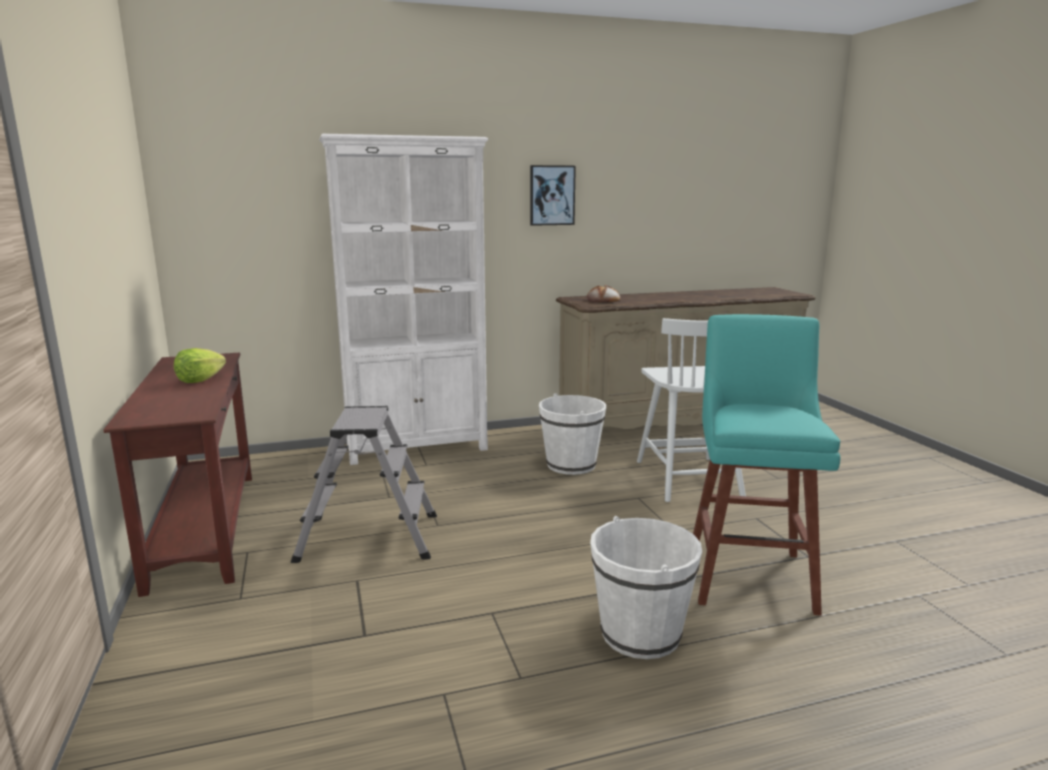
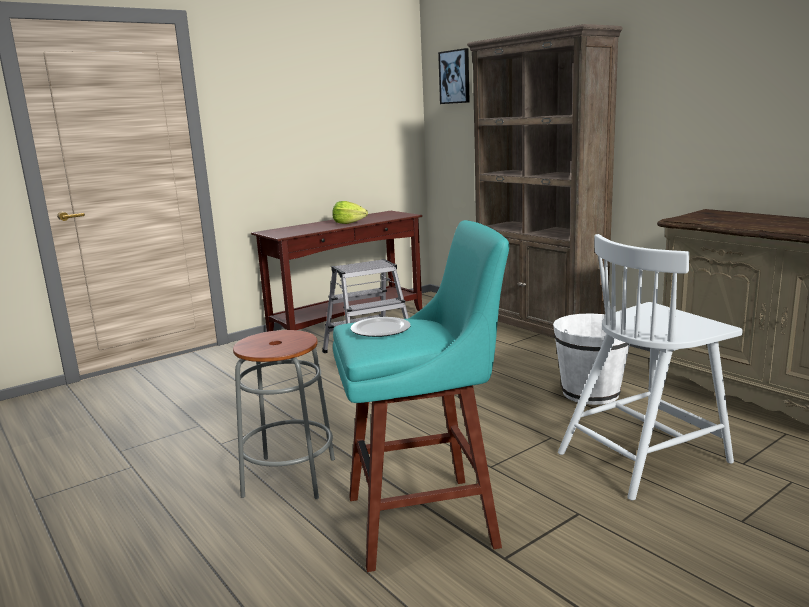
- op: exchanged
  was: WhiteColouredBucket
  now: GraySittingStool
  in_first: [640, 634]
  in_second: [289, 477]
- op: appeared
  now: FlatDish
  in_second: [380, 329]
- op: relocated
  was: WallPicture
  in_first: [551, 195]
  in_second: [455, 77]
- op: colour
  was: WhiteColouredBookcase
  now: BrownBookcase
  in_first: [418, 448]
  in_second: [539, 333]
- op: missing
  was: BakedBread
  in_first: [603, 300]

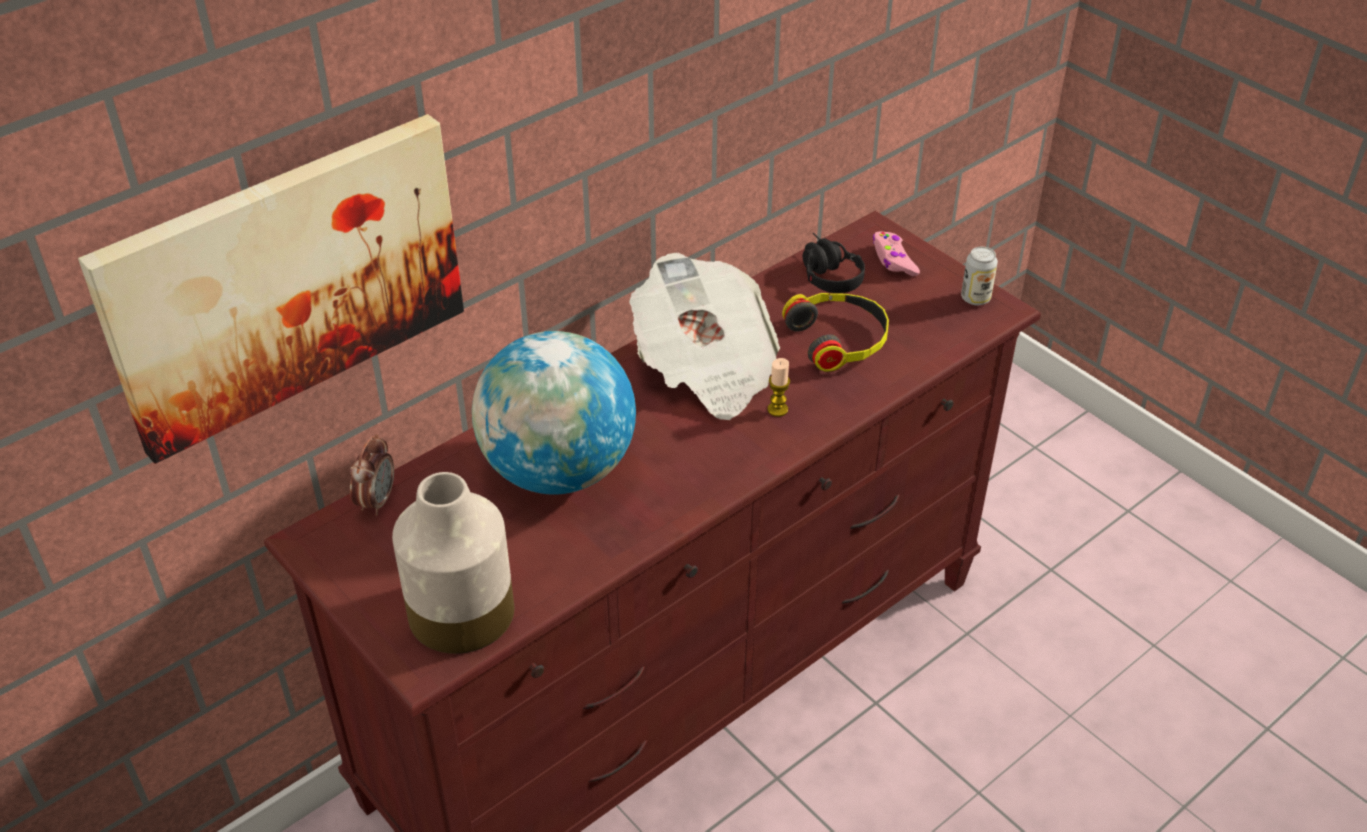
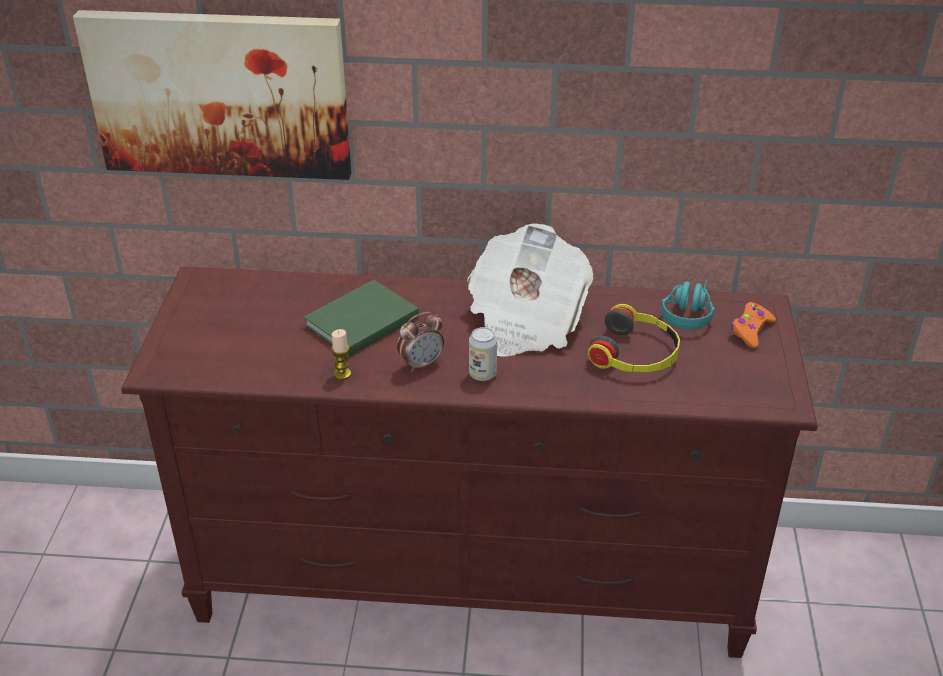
- op: exchanged
  was: Globe
  now: GreenishBoundBook
  in_first: [558, 470]
  in_second: [358, 322]
- op: relocated
  was: Candle
  in_first: [777, 409]
  in_second: [342, 374]
- op: relocated
  was: AlarmClock
  in_first: [376, 501]
  in_second: [421, 364]
- op: relocated
  was: SealedCan
  in_first: [975, 298]
  in_second: [482, 374]
- op: colour
  was: BlackHeadset
  now: TurquoiseHeadset
  in_first: [825, 273]
  in_second: [688, 311]
- op: colour
  was: PinkGameController
  now: OrangeGameController
  in_first: [893, 260]
  in_second: [750, 330]
- op: missing
  was: BeigeColouredDecorativeVase
  in_first: [461, 612]

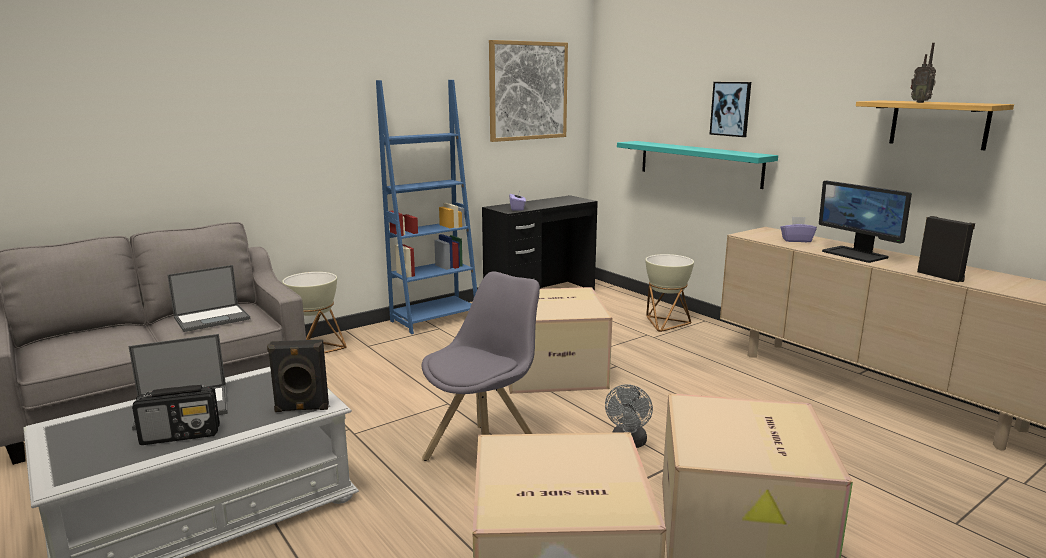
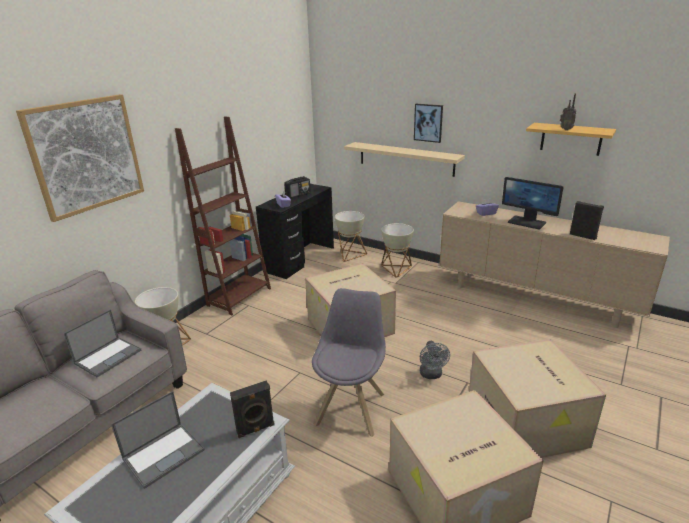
- op: relocated
  was: WallPicture
  in_first: [528, 91]
  in_second: [86, 155]
- op: colour
  was: BluishBookcase
  now: BrownBookcase
  in_first: [435, 319]
  in_second: [239, 297]
- op: relocated
  was: Radio
  in_first: [181, 435]
  in_second: [298, 195]
- op: appeared
  now: Planter
  in_second: [350, 255]
- op: colour
  was: TurquoiseBracketShelf
  now: BeigeColouredBracketShelf
  in_first: [699, 163]
  in_second: [406, 159]

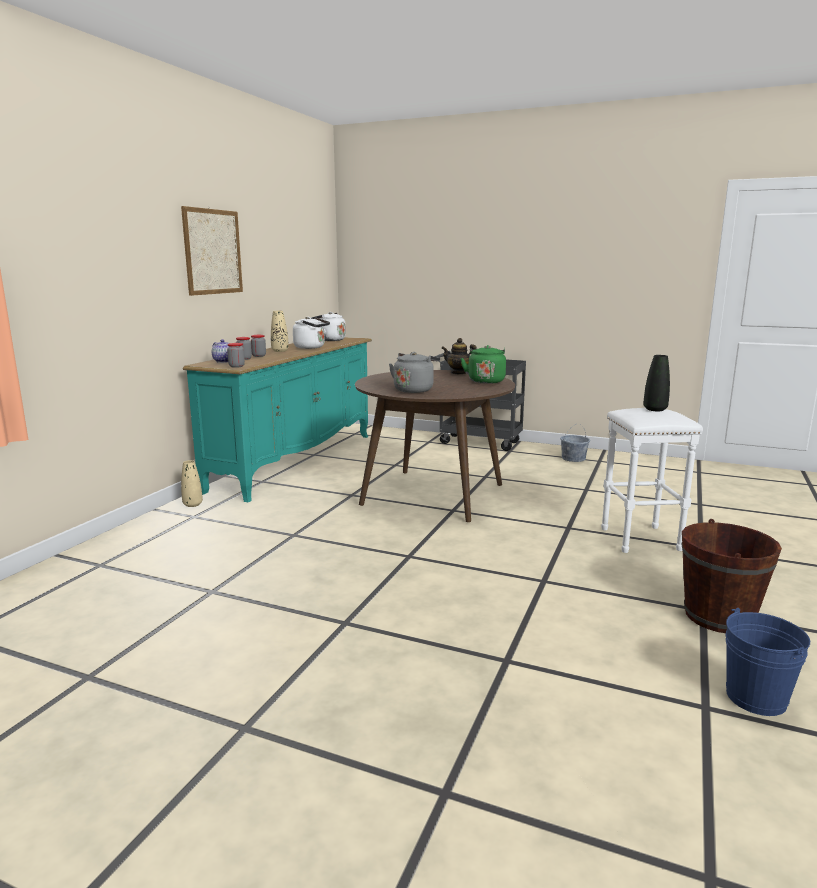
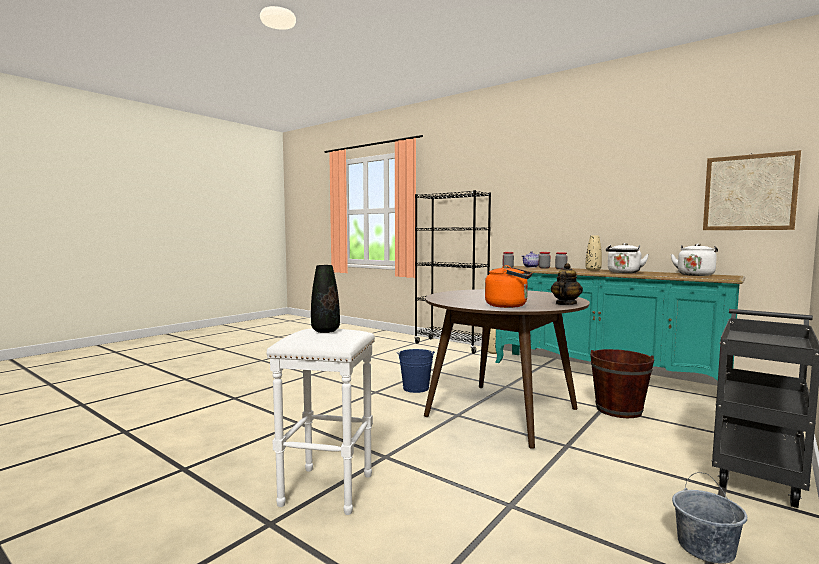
- op: relocated
  was: BluishBucket
  in_first: [755, 697]
  in_second: [416, 388]
- op: appeared
  now: BlackBookcase
  in_second: [451, 346]
- op: colour
  was: GreenishKettle
  now: OrangeKettle
  in_first: [485, 381]
  in_second: [509, 306]
- op: relocated
  was: BrownBucket
  in_first: [719, 616]
  in_second: [618, 410]
- op: relocated
  was: WallPicture
  in_first: [212, 250]
  in_second: [749, 191]
- op: missing
  was: GrayKettle
  in_first: [414, 390]

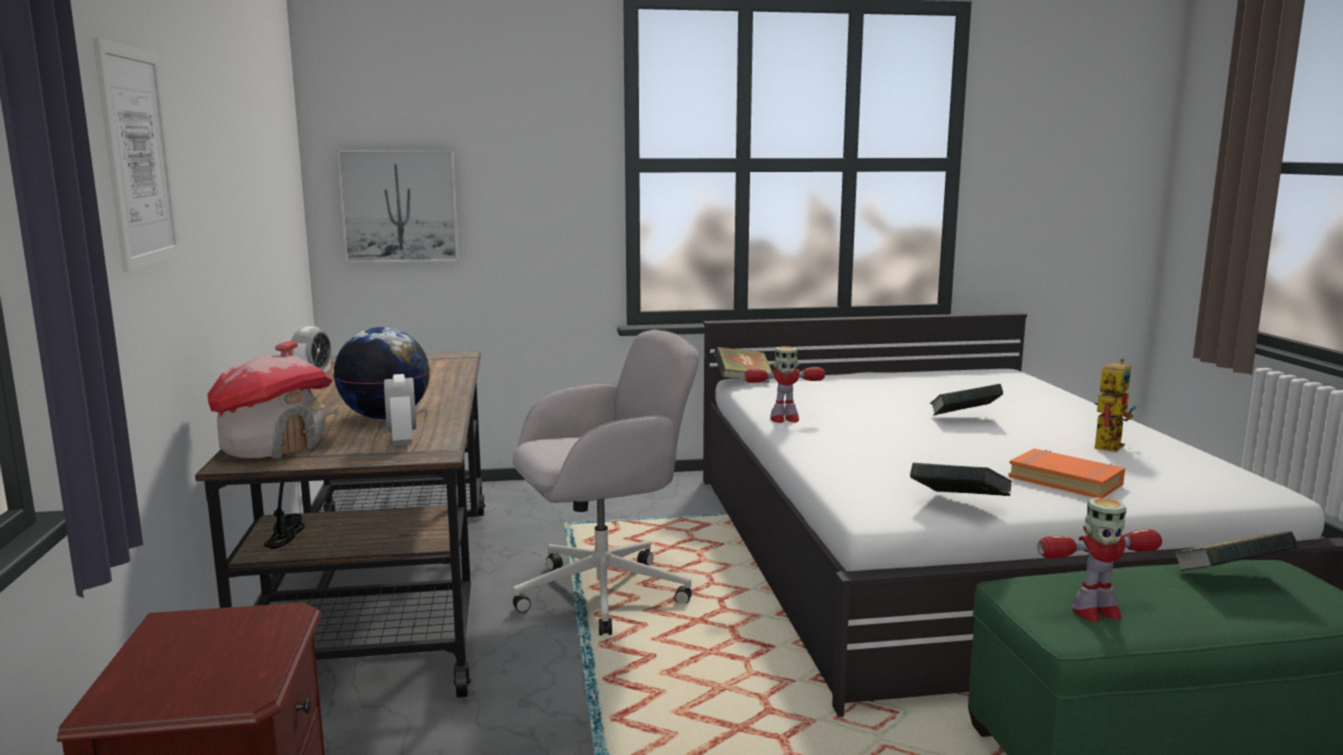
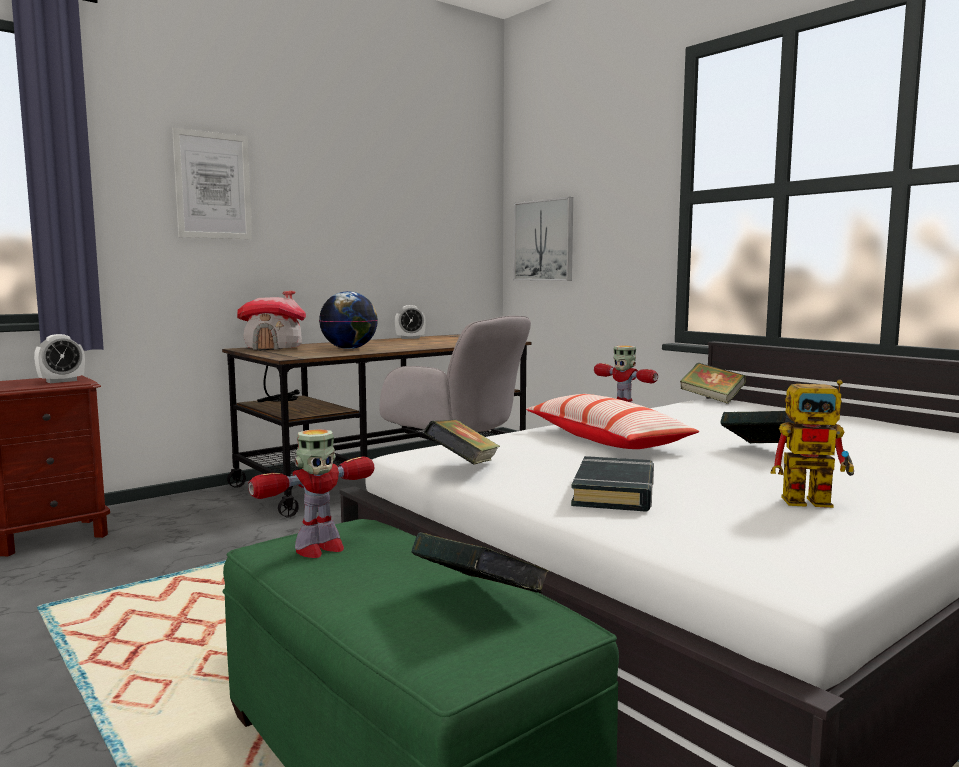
- op: relocated
  was: AlarmClock
  in_first: [402, 440]
  in_second: [61, 381]
- op: spun
  was: RobotFigure
  in_first: [1095, 612]
  in_second: [318, 549]
  clockwise: -90
- op: appeared
  now: Pillow
  in_second: [606, 439]
- op: colour
  was: OrangeBoundBook
  now: BlackBoundBook
  in_first: [1065, 480]
  in_second: [614, 492]

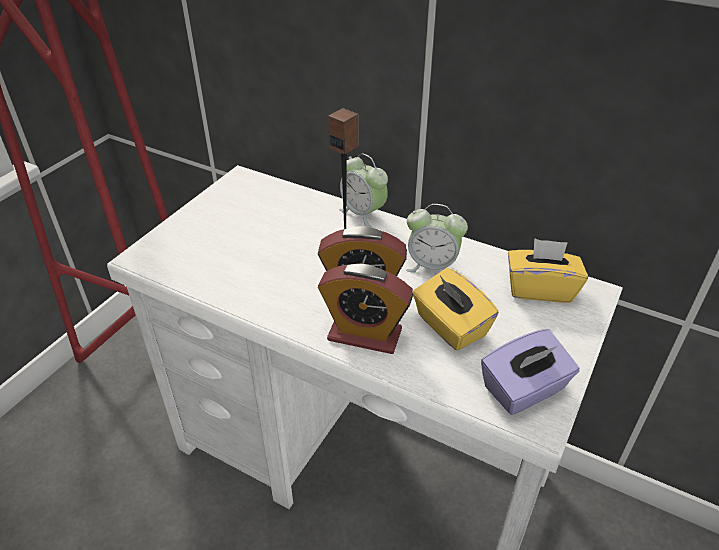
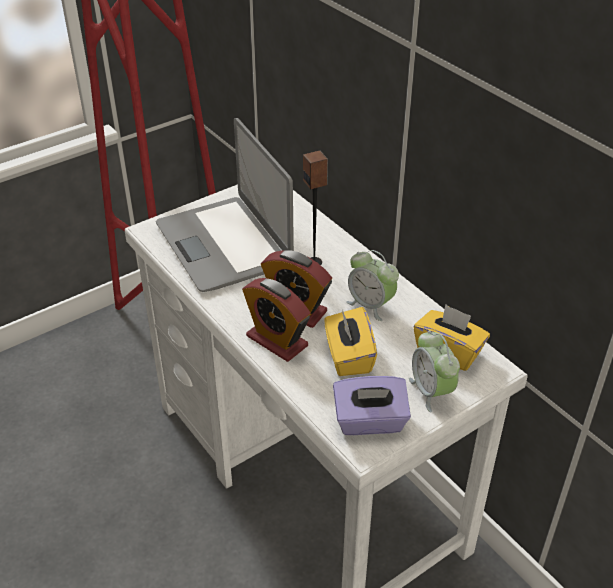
- op: appeared
  now: NotebookComputer
  in_second: [224, 244]
- op: relocated
  was: AlarmClock
  in_first: [363, 213]
  in_second: [431, 391]

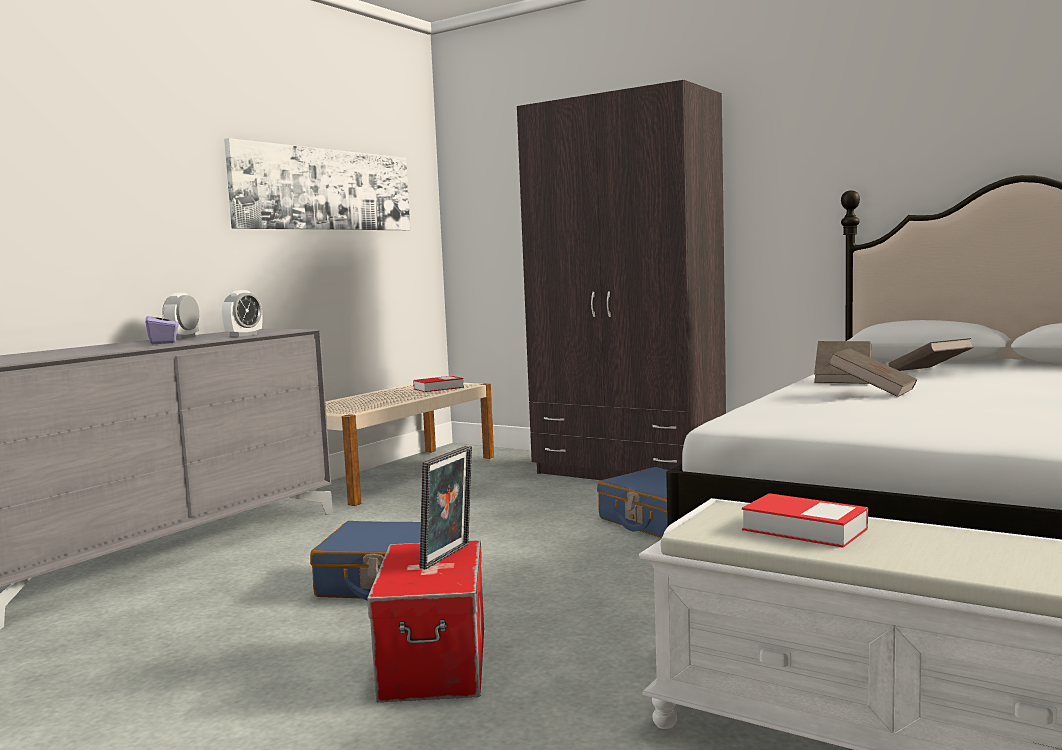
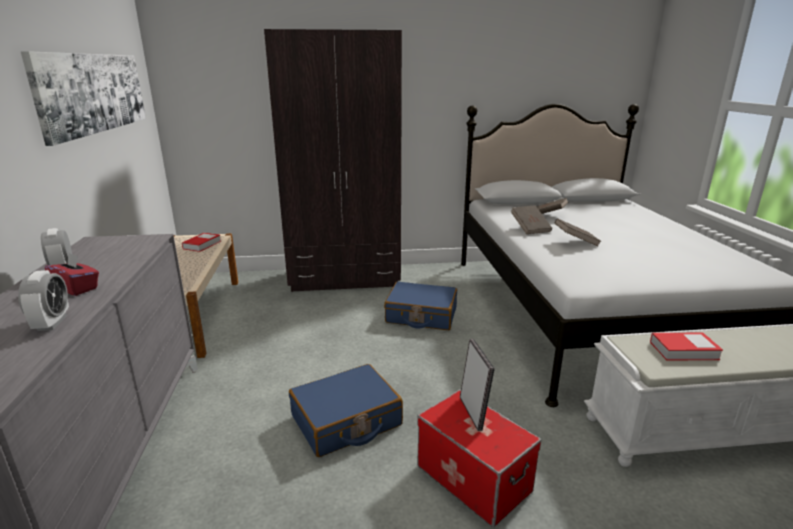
- op: relocated
  was: AlarmClock
  in_first: [244, 335]
  in_second: [52, 323]
- op: colour
  was: PurpleTissueBox
  now: RedColouredTissueBox
  in_first: [164, 342]
  in_second: [77, 288]

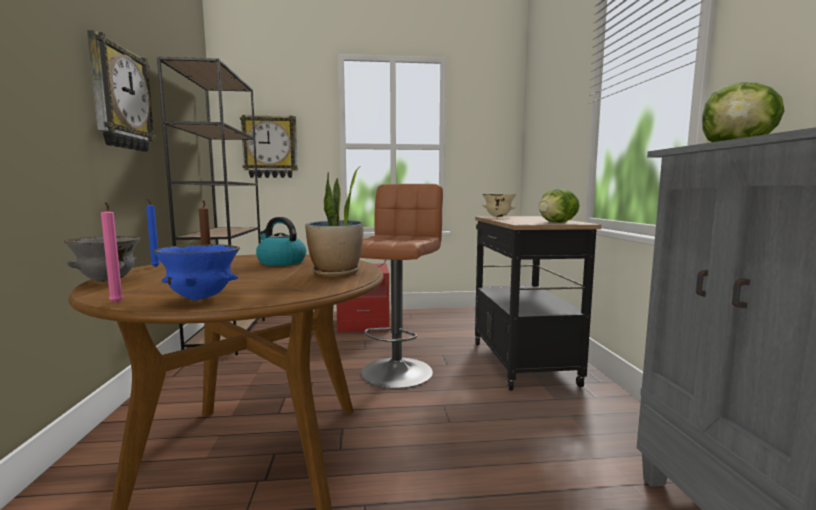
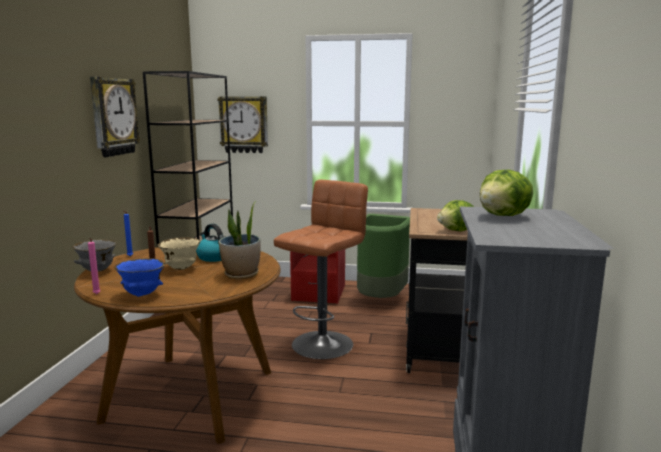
- op: relocated
  was: BeigeColouredServingBowl
  in_first: [497, 217]
  in_second: [181, 268]
- op: appeared
  now: GreenishWasteBin
  in_second: [381, 300]

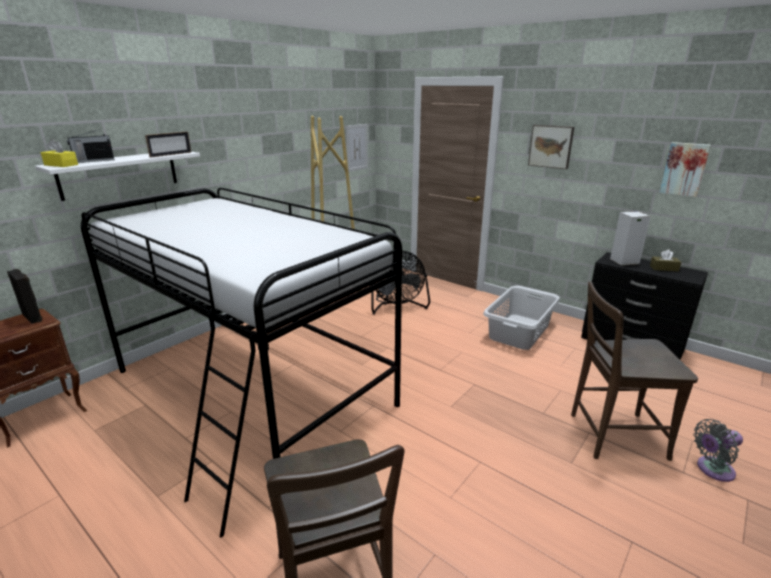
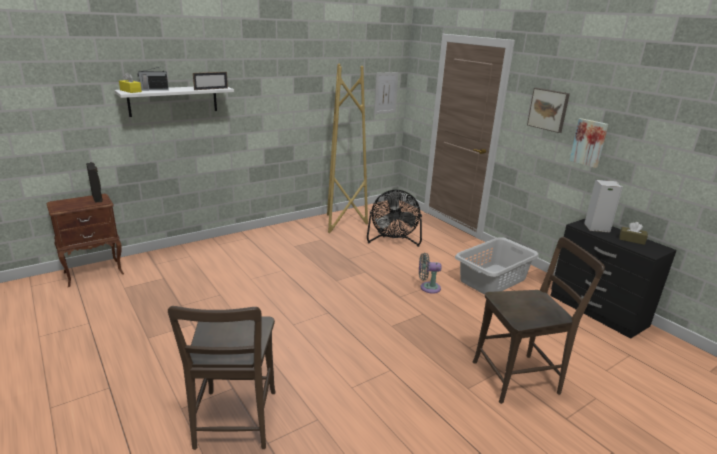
- op: relocated
  was: GrayFan
  in_first: [712, 469]
  in_second: [428, 287]
- op: spun
  was: BrownChair
  in_first: [611, 435]
  in_second: [520, 377]
  clockwise: 150
- op: relocated
  was: WallPicture
  in_first: [684, 169]
  in_second: [589, 142]
- op: missing
  was: BlackSleepingBed
  in_first: [252, 390]

